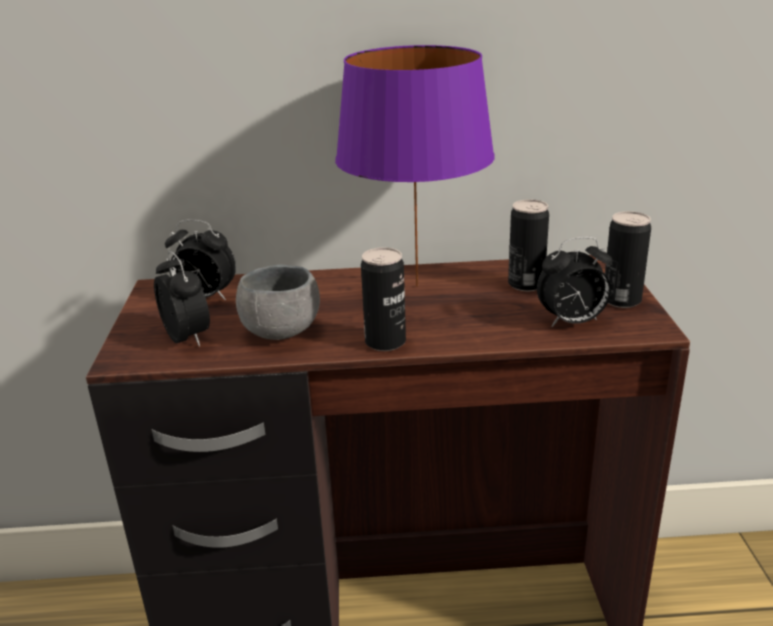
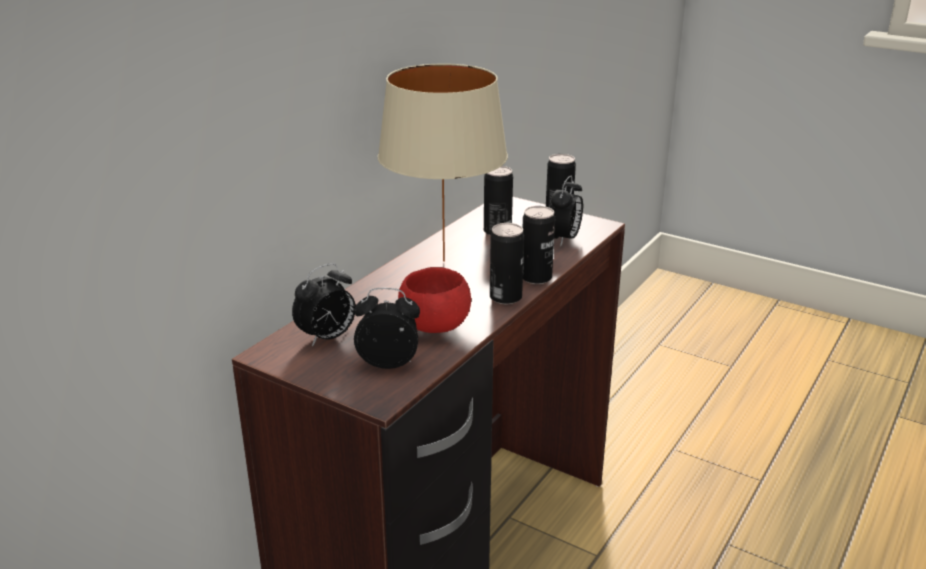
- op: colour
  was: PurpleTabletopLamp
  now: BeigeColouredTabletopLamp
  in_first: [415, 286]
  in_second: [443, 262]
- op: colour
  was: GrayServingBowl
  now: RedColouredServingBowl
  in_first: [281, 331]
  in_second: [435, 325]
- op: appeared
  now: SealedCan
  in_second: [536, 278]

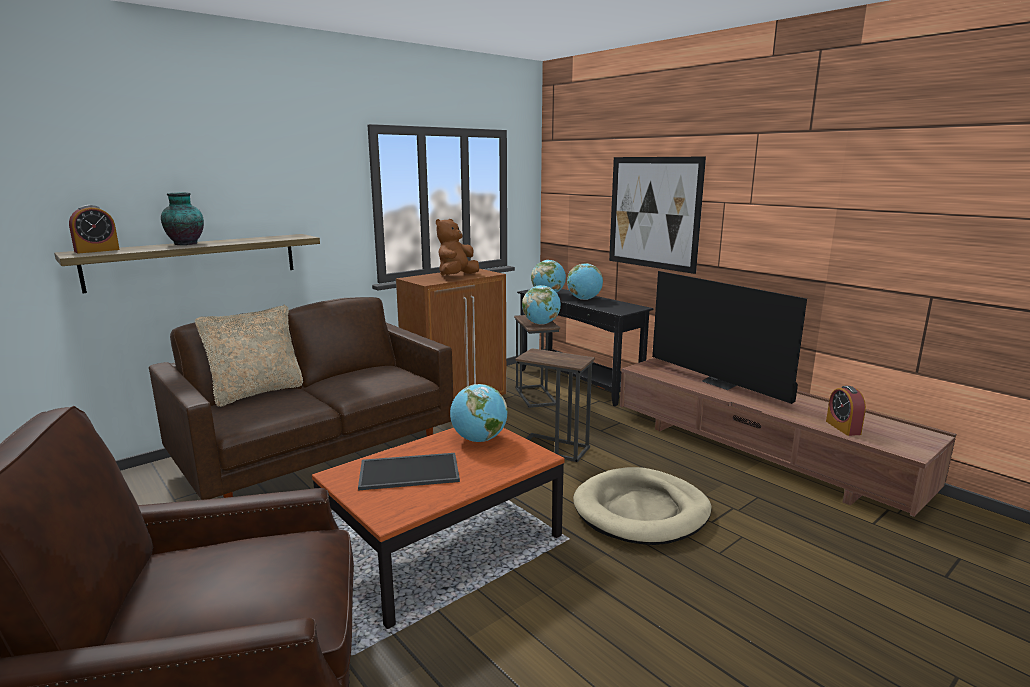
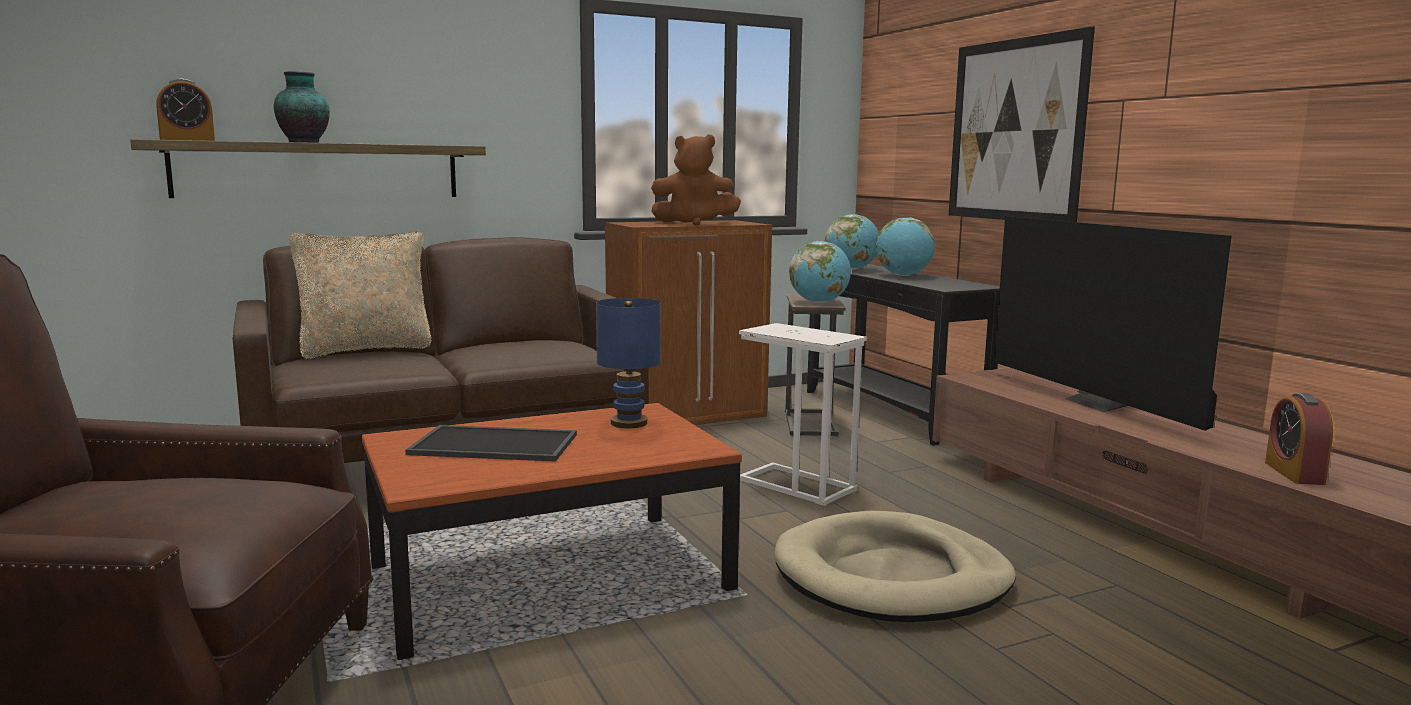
- op: exchanged
  was: Globe
  now: BluishTabletopLamp
  in_first: [479, 439]
  in_second: [628, 423]
- op: spun
  was: BrownCuddlyToy
  in_first: [457, 276]
  in_second: [694, 223]
  clockwise: -135
- op: colour
  was: BrownEndTable
  now: WhiteColouredEndTable
  in_first: [554, 448]
  in_second: [798, 485]

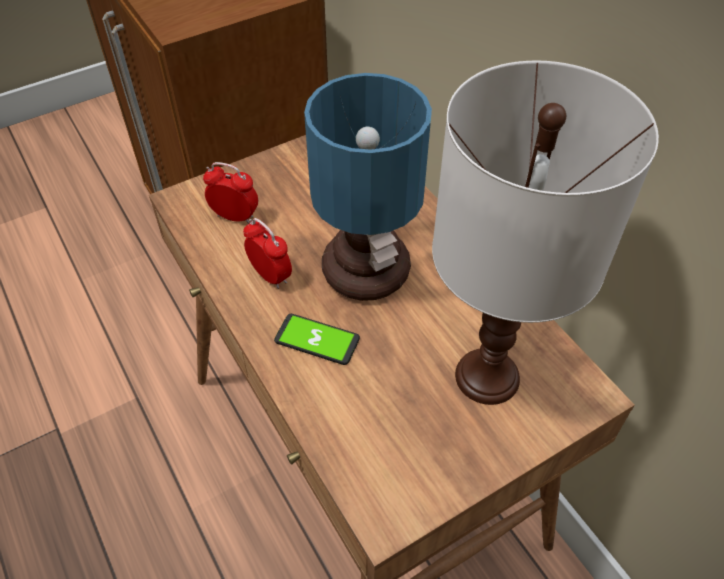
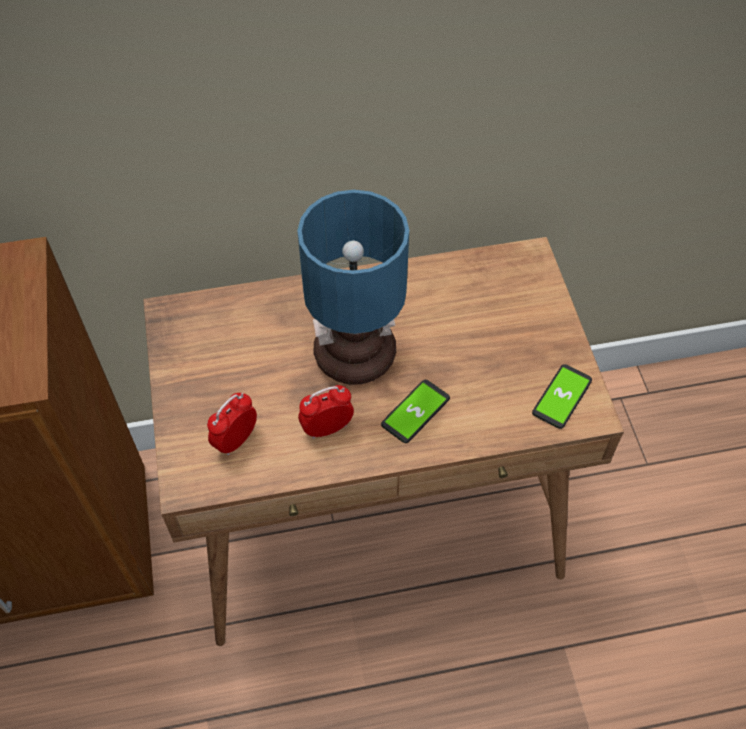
- op: appeared
  now: Phone
  in_second: [562, 397]
- op: missing
  was: WhiteColouredTabletopLamp
  in_first: [486, 375]

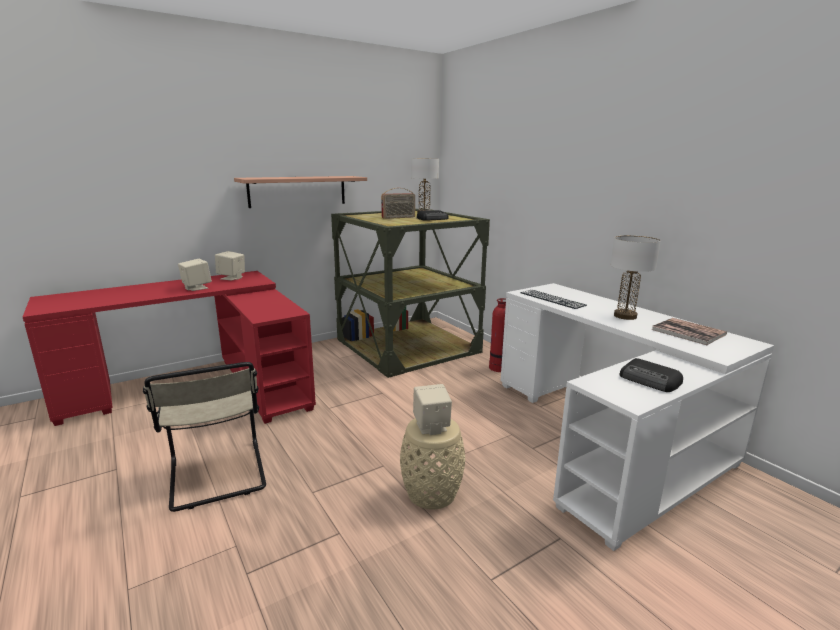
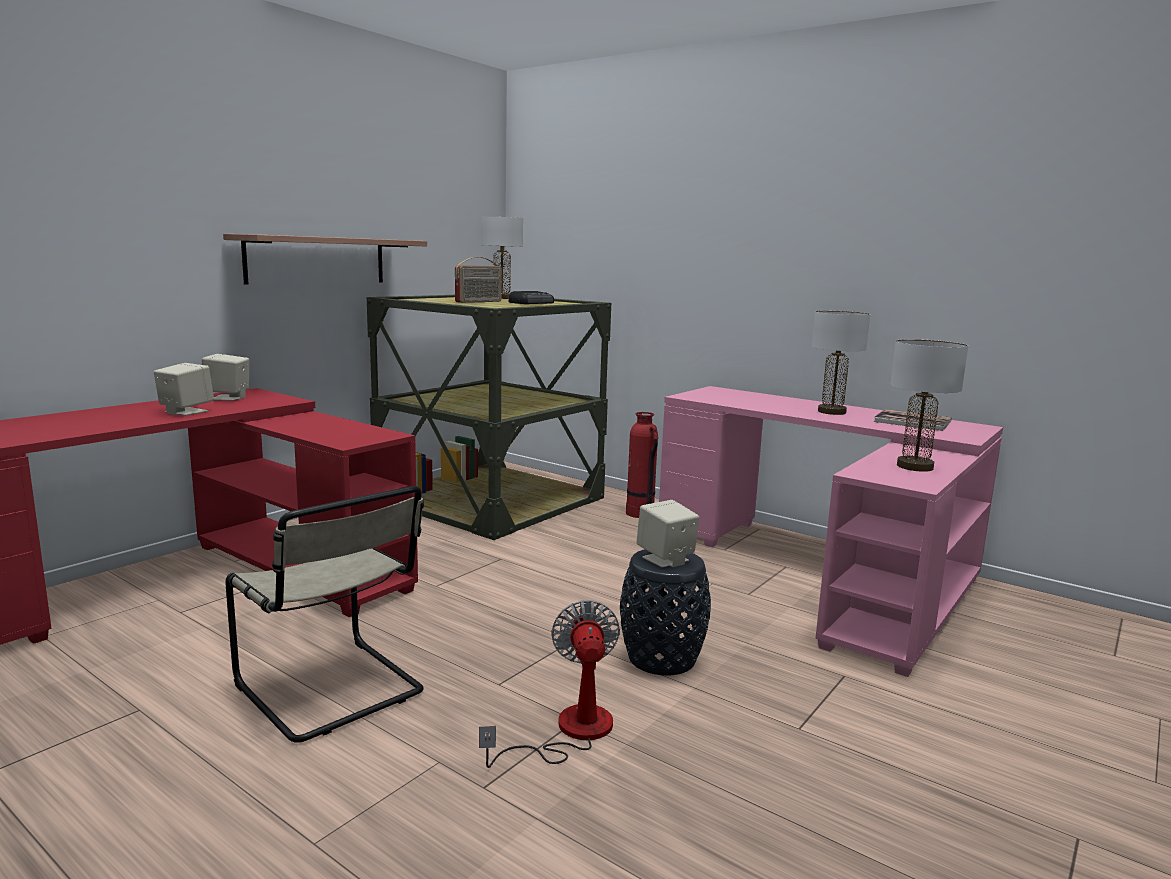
- op: appeared
  now: Fan
  in_second: [569, 732]
- op: colour
  was: BeigeColouredSittingStool
  now: BlackSittingStool
  in_first: [431, 493]
  in_second: [661, 658]
- op: colour
  was: WhiteColouredDeskUnit
  now: PinkDeskUnit
  in_first: [608, 438]
  in_second: [827, 572]
- op: exchanged
  was: Radio
  now: TabletopLamp
  in_first: [650, 380]
  in_second: [915, 467]
- op: missing
  was: Keyboard
  in_first: [552, 299]

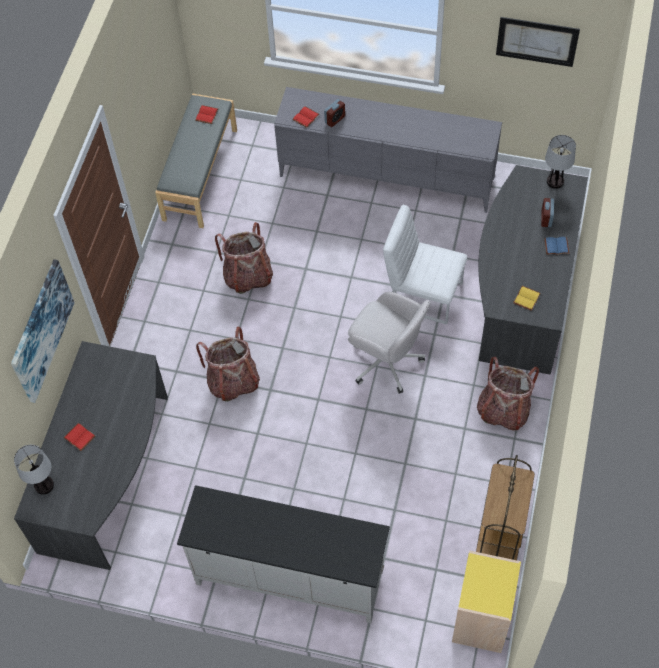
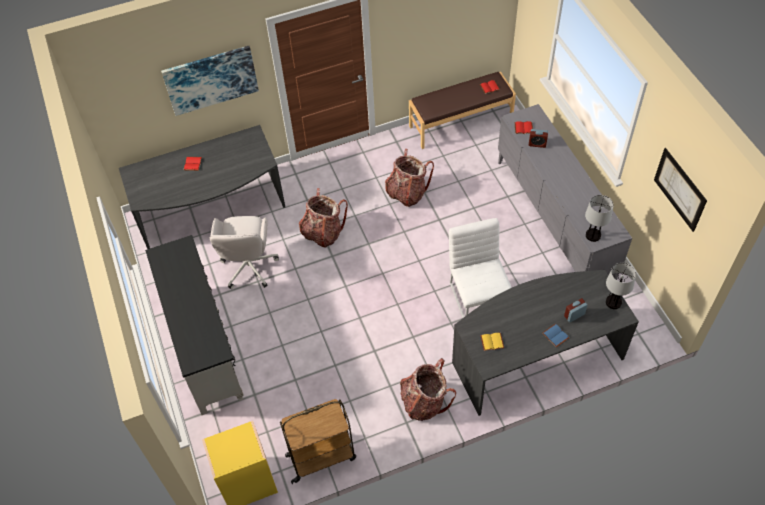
- op: relocated
  was: WhiteColouredComputerChair
  in_first: [386, 362]
  in_second: [249, 267]
- op: colour
  was: GrayIndoorBench
  now: BrownIndoorBench
  in_first: [199, 174]
  in_second: [460, 122]
- op: relocated
  was: TabletopLamp
  in_first: [43, 485]
  in_second: [592, 235]

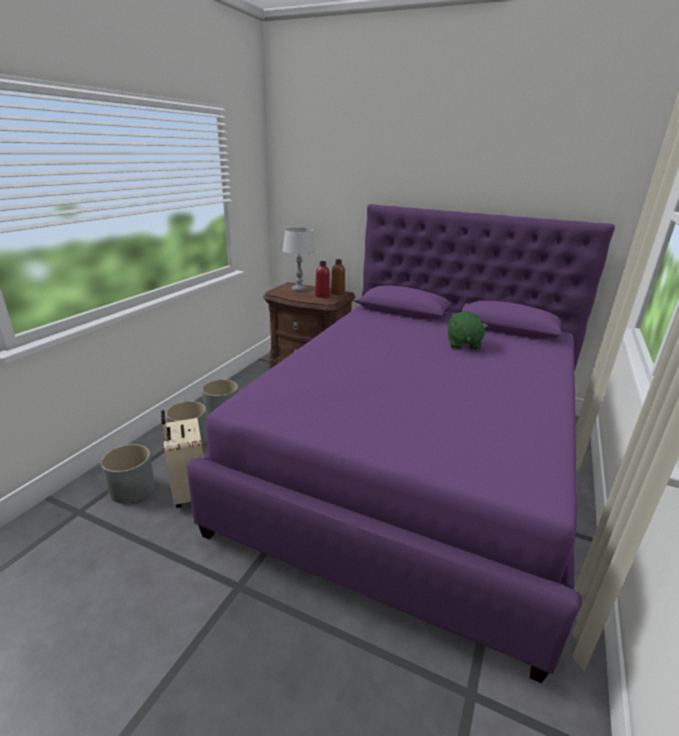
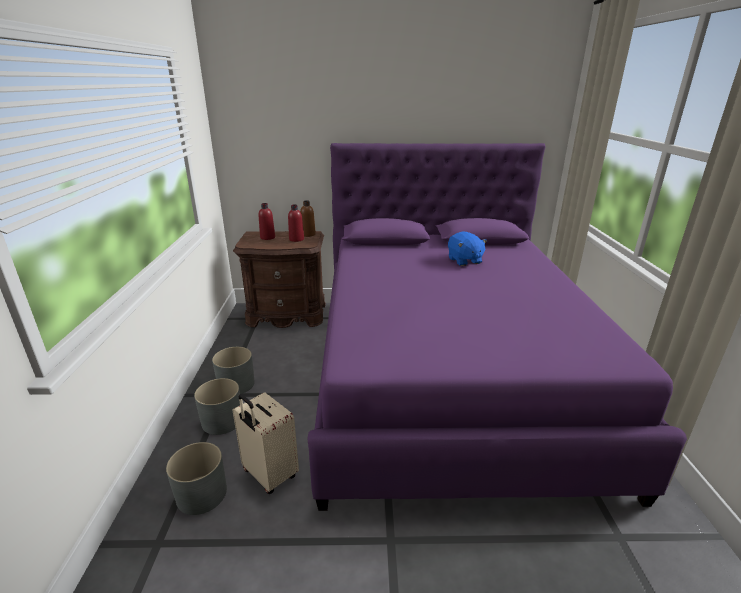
- op: exchanged
  was: GrayTabletopLamp
  now: RedColouredDrinkBottle
  in_first: [299, 290]
  in_second: [267, 237]
- op: colour
  was: GreenishCuddlyToy
  now: BluishCuddlyToy
  in_first: [462, 344]
  in_second: [464, 261]

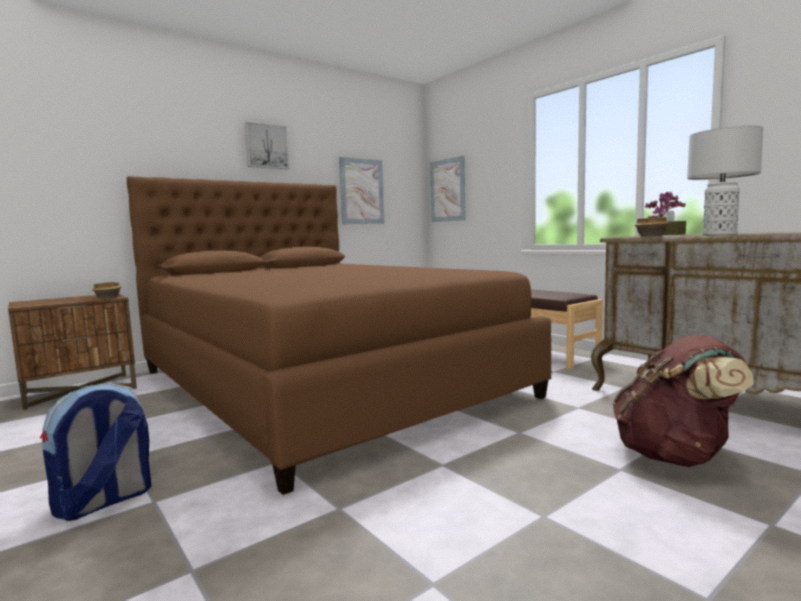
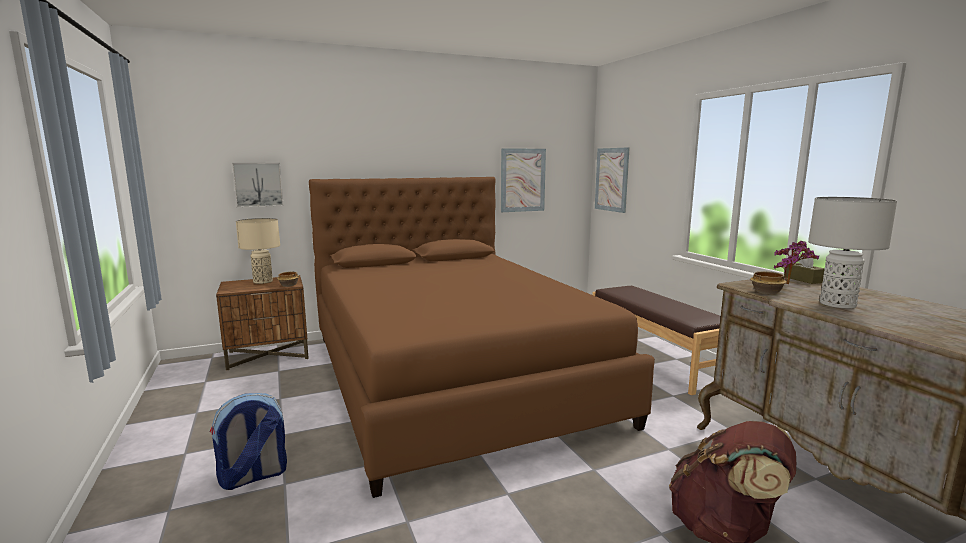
- op: relocated
  was: WallPicture
  in_first: [266, 146]
  in_second: [258, 184]
- op: appeared
  now: BeigeColouredTabletopLamp
  in_second: [263, 281]

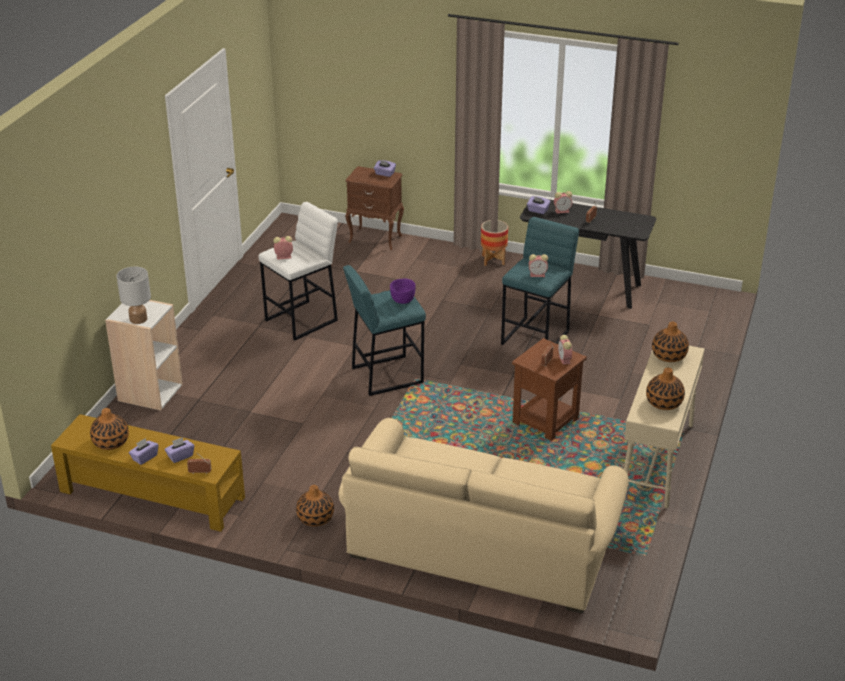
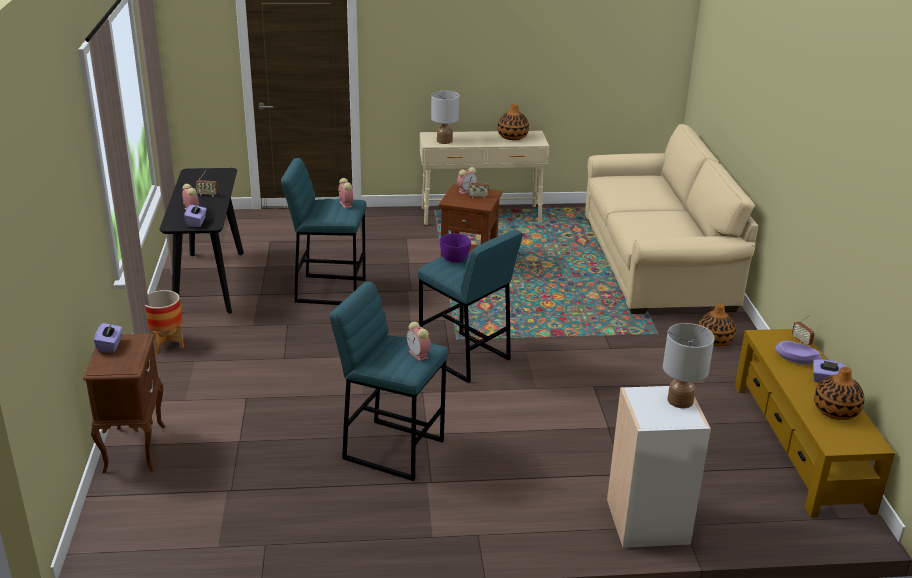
- op: colour
  was: WhiteColouredSittingStool
  now: TurquoiseSittingStool
  in_first: [302, 319]
  in_second: [391, 449]
- op: exchanged
  was: DecorativeVase
  now: GrayTabletopLamp
  in_first: [669, 355]
  in_second: [444, 141]
- op: exchanged
  was: PurpleTissueBox
  now: PurpleServingBowl
  in_first: [180, 456]
  in_second: [796, 360]

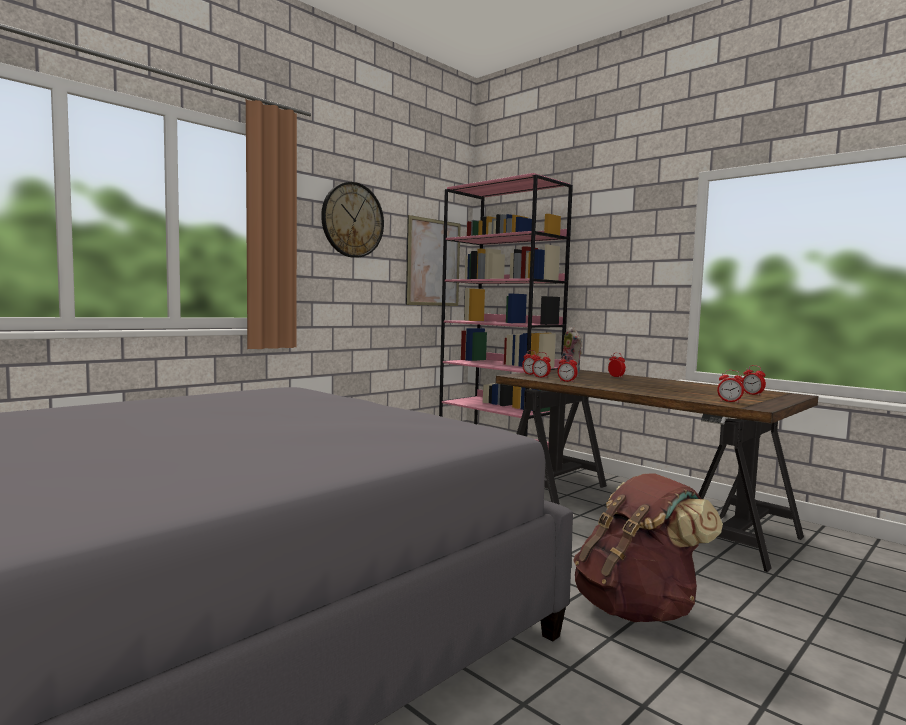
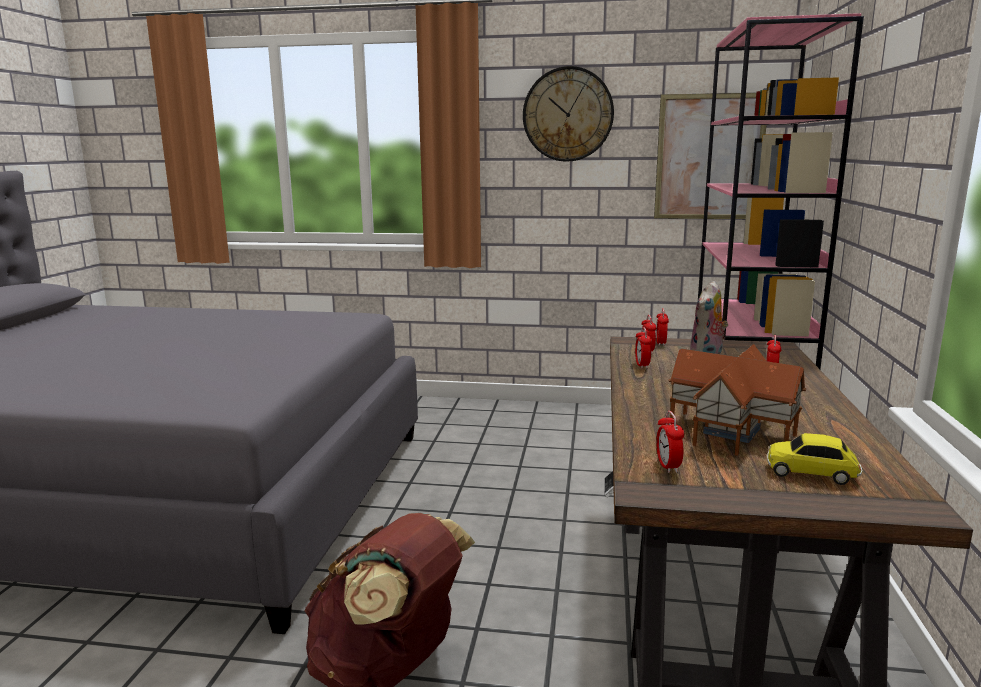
- op: appeared
  now: MiniatureHouse
  in_second: [733, 431]
- op: exchanged
  was: AlarmClock
  now: ModelCar
  in_first: [752, 394]
  in_second: [812, 473]

